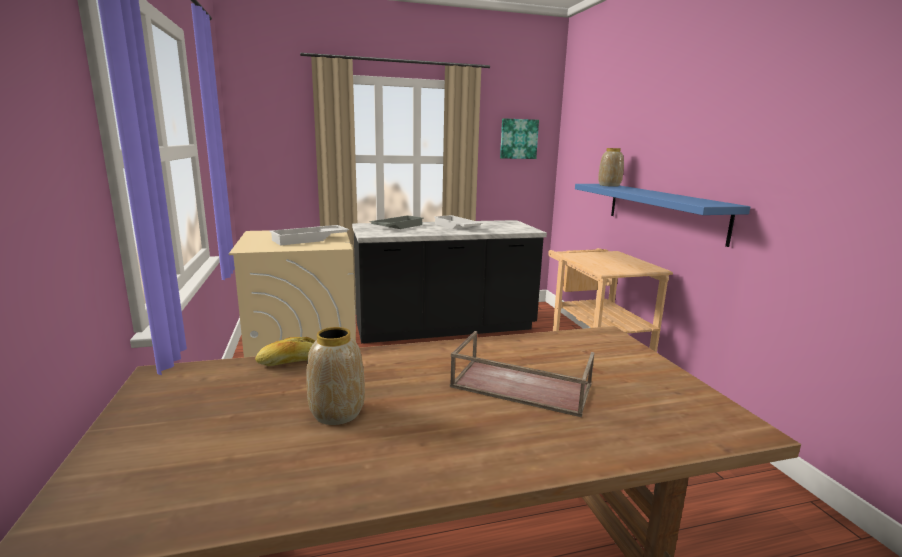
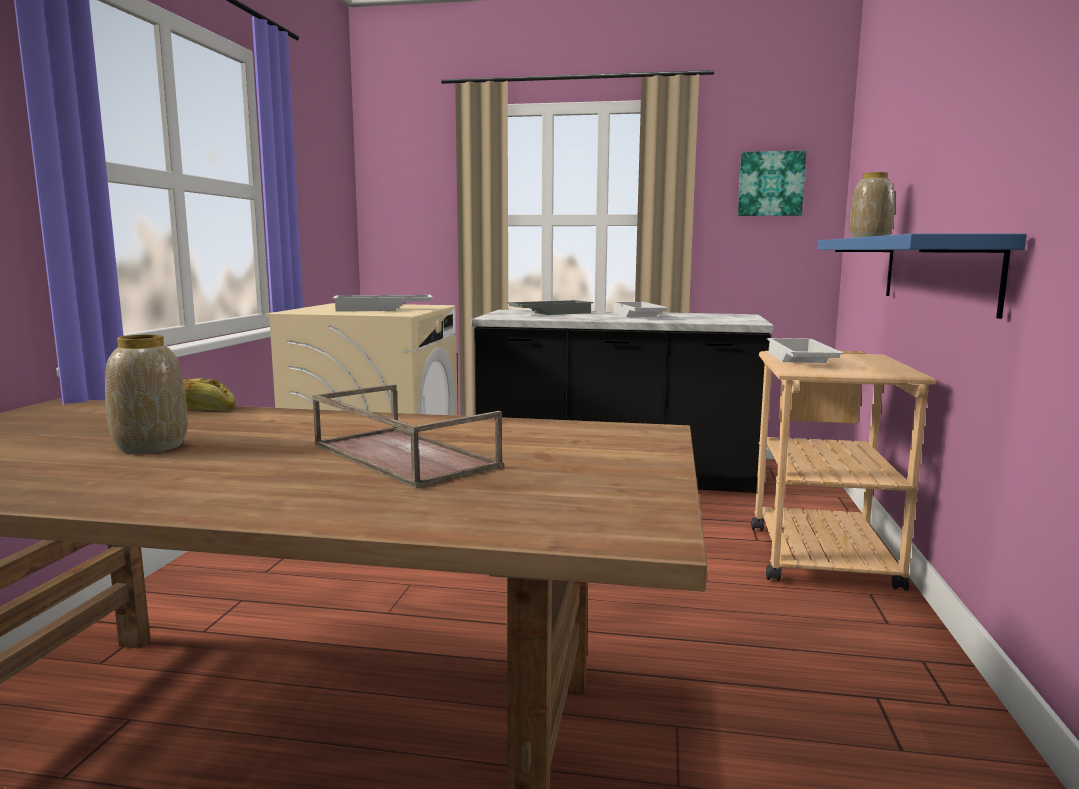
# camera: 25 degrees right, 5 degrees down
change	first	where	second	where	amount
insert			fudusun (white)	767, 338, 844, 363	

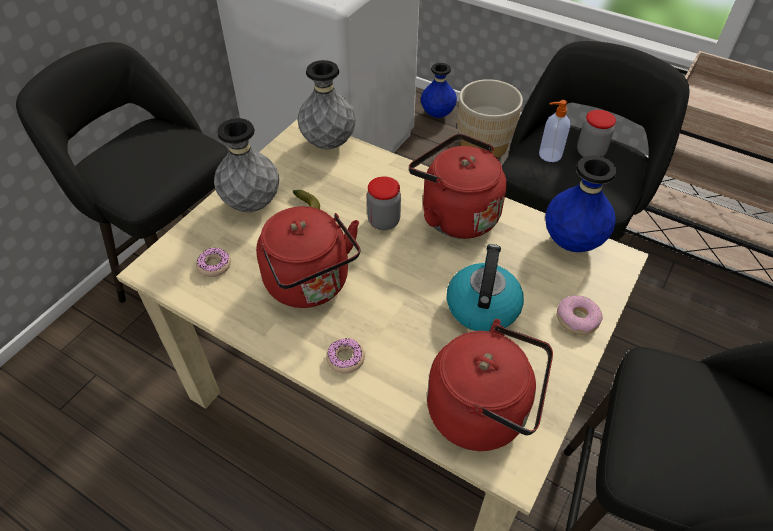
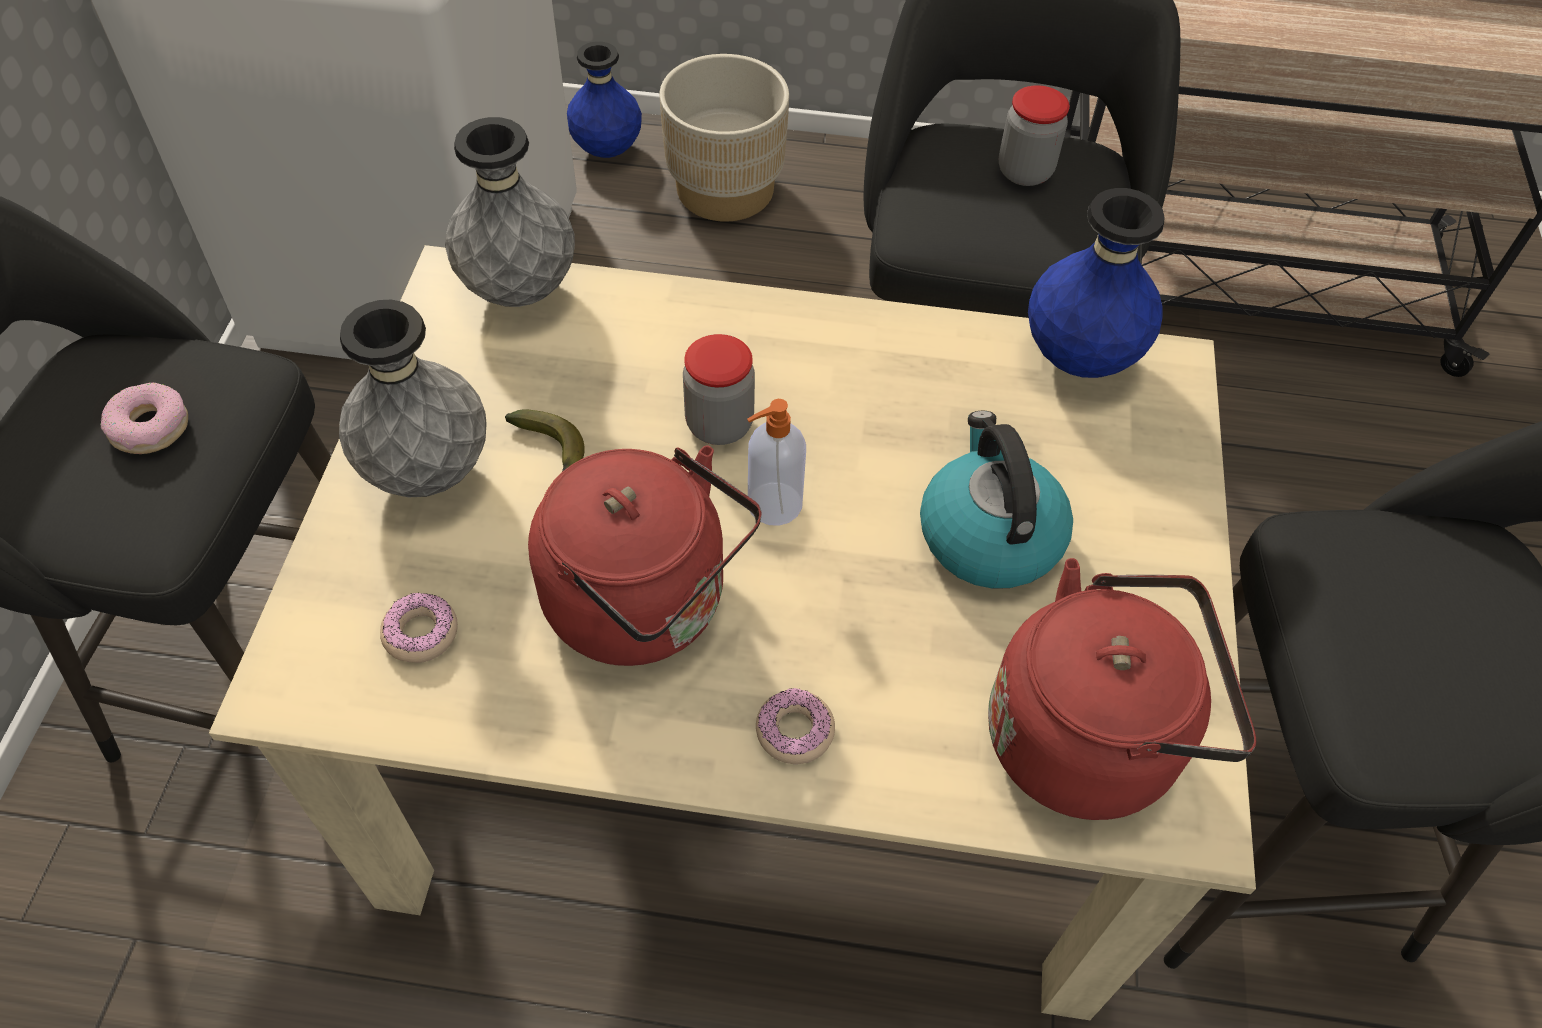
# camera: 25 degrees left, 5 degrees up
change	first	where	second	where	amount
delete	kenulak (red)	409, 134, 507, 239			
move	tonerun	539, 100, 570, 162		747, 399, 806, 526	
move	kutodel	557, 295, 603, 335		101, 383, 188, 454	

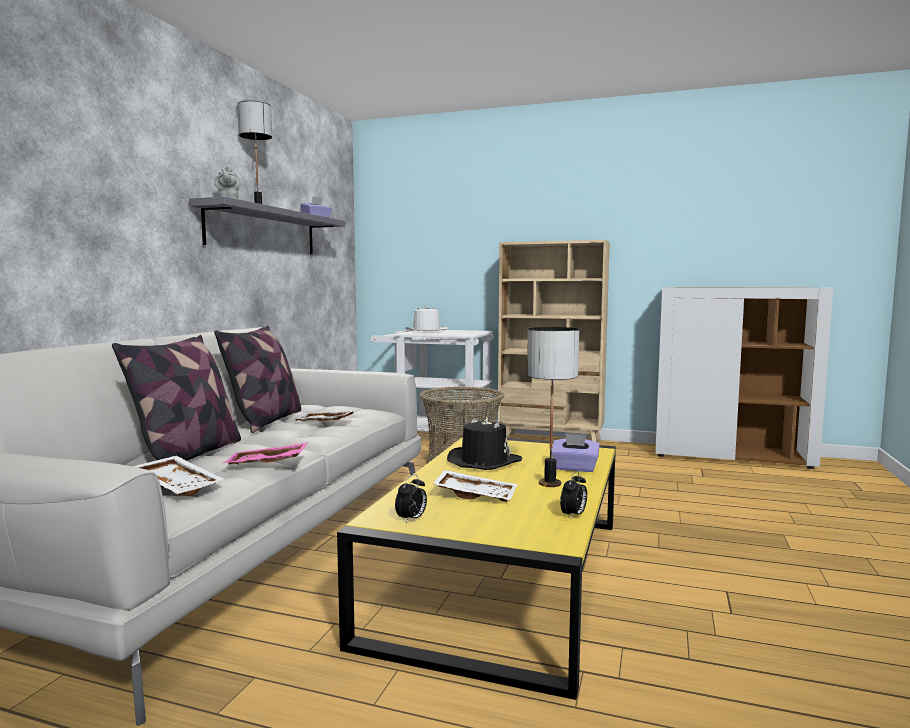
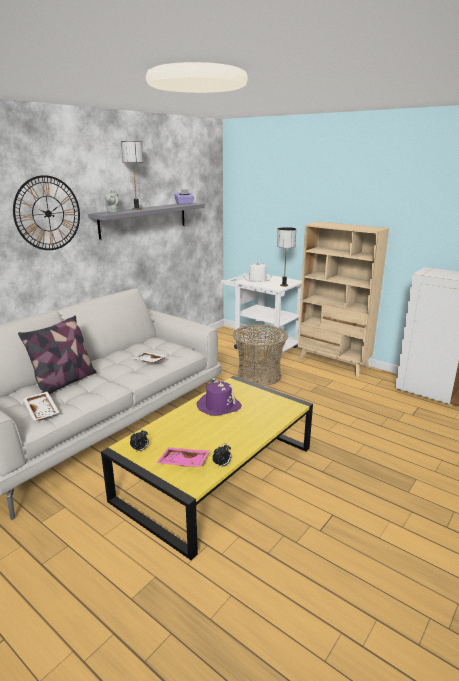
# camera: 20 degrees right, 15 degrees up
change	first	where	second	where	amount
delete	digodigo	214, 326, 301, 433			
move	fudusun (pink)	223, 442, 308, 465		156, 448, 210, 467	
delete	fudusun (white)	432, 470, 517, 502			
recolor	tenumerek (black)	447, 417, 522, 470	tenumerek (purple)	197, 380, 242, 416	
move	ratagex	527, 327, 579, 487		277, 227, 296, 287	
delete	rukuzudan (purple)	552, 434, 600, 472			
insert			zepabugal	13, 175, 80, 250	

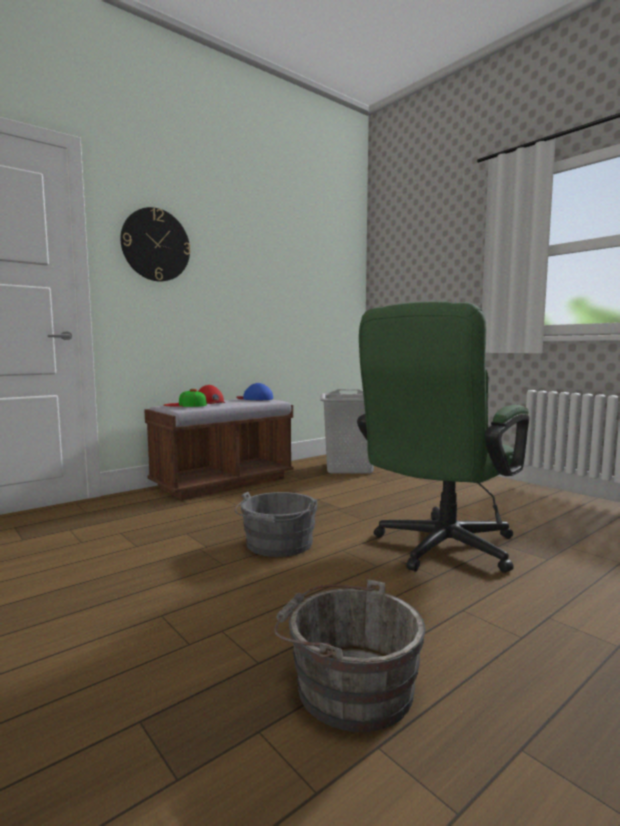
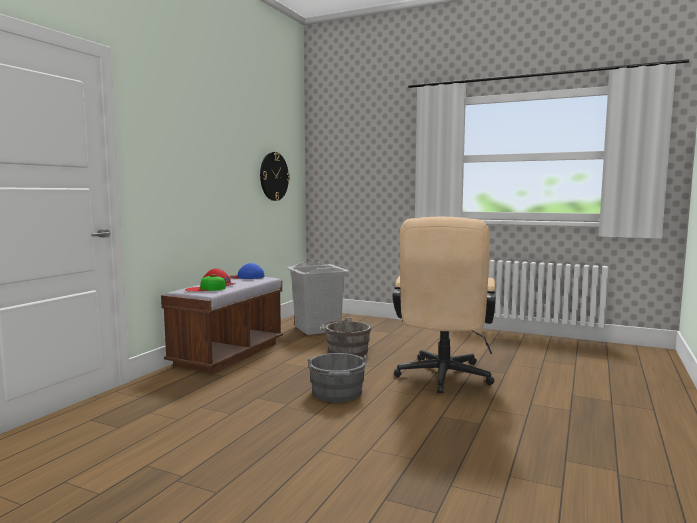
# camera: 25 degrees left, 0 degrees up
change	first	where	second	where	amount
move	zepabugal	120, 207, 191, 282		260, 152, 290, 201	
move	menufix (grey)	275, 579, 425, 732		321, 317, 371, 356	
recolor	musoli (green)	357, 301, 529, 573	musoli (beige)	393, 217, 495, 394	

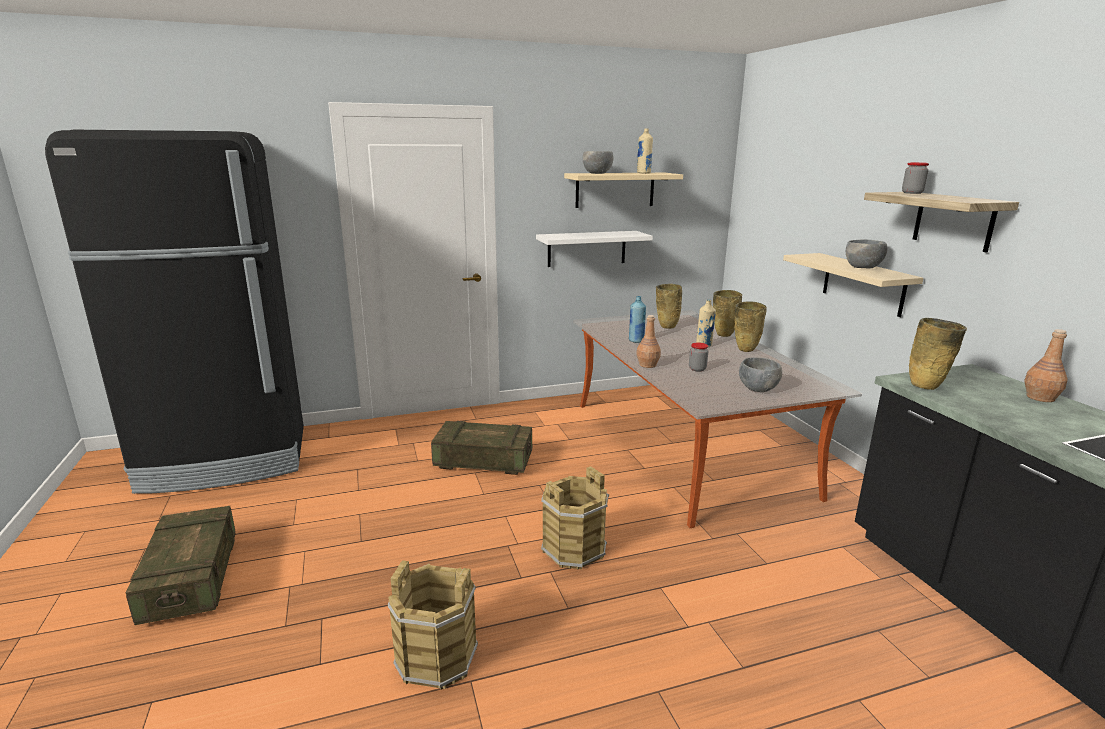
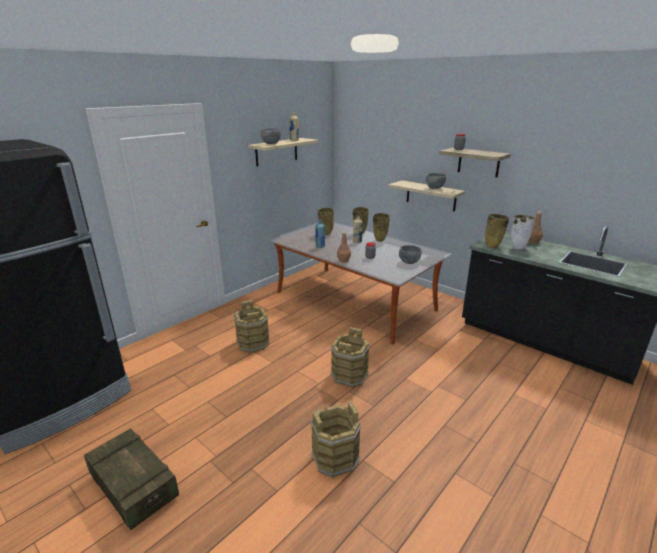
# camera: 30 degrees left, 5 degrees up
change	first	where	second	where	amount
replace	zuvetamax	431, 421, 532, 475	menufix (brown)	233, 300, 270, 353	
delete	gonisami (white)	536, 231, 653, 267			
insert			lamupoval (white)	511, 215, 535, 249	

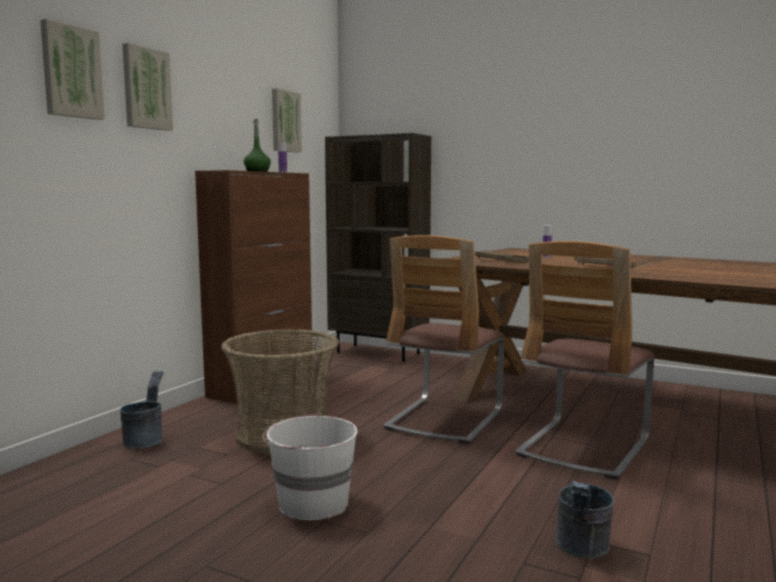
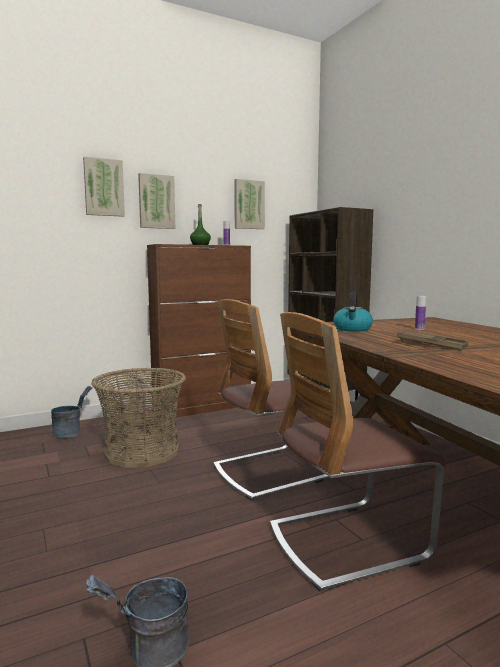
# camera: 35 degrees right, 0 degrees up
change	first	where	second	where	amount
move	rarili	40, 19, 105, 120		138, 173, 175, 229	
delete	menufix (white)	262, 413, 358, 520			
replace	fudusun (brown)	475, 250, 529, 263	kenulak	333, 292, 373, 332	

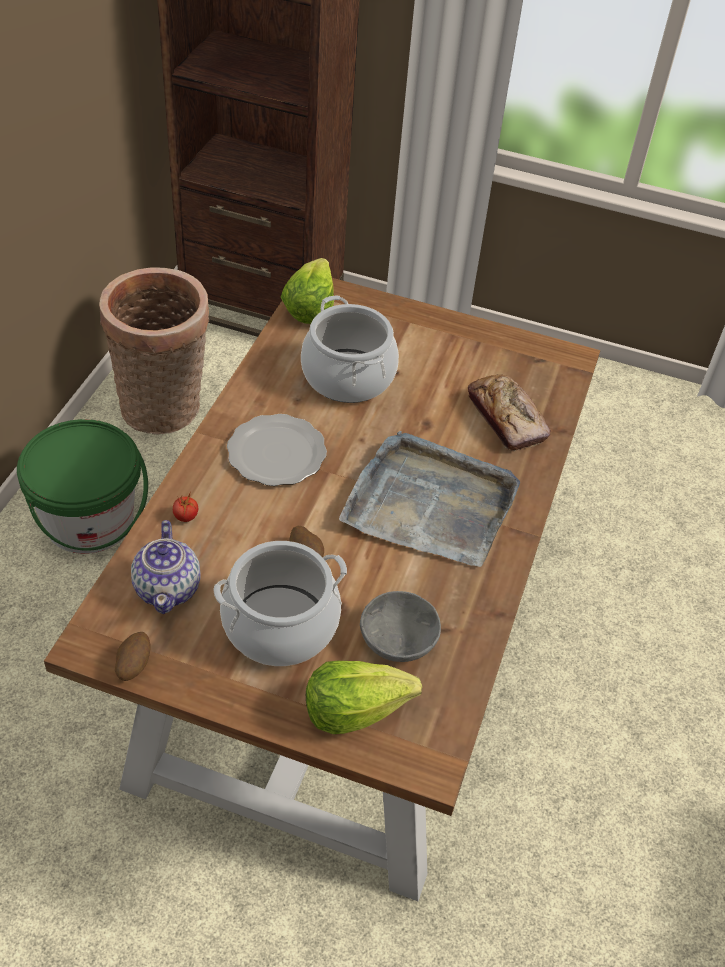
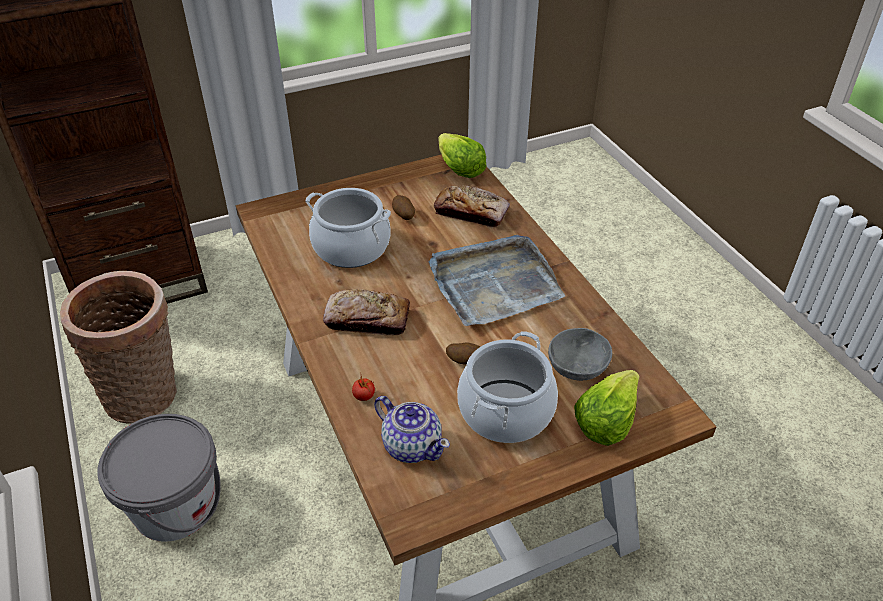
# camera: 40 degrees left, 5 degrees down
change	first	where	second	where	amount
recolor	menufix (green)	17, 419, 148, 554	menufix (grey)	97, 414, 221, 542	
move	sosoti	115, 632, 151, 681		392, 195, 415, 220	
replace	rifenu	227, 414, 327, 486	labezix	323, 289, 410, 335	
move	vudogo	281, 258, 334, 324		438, 133, 486, 178	

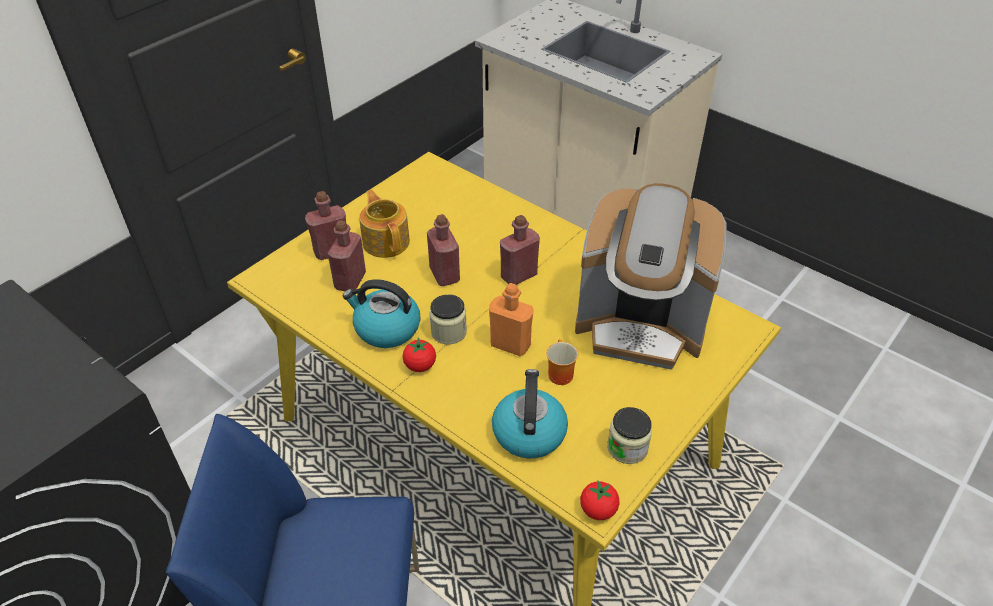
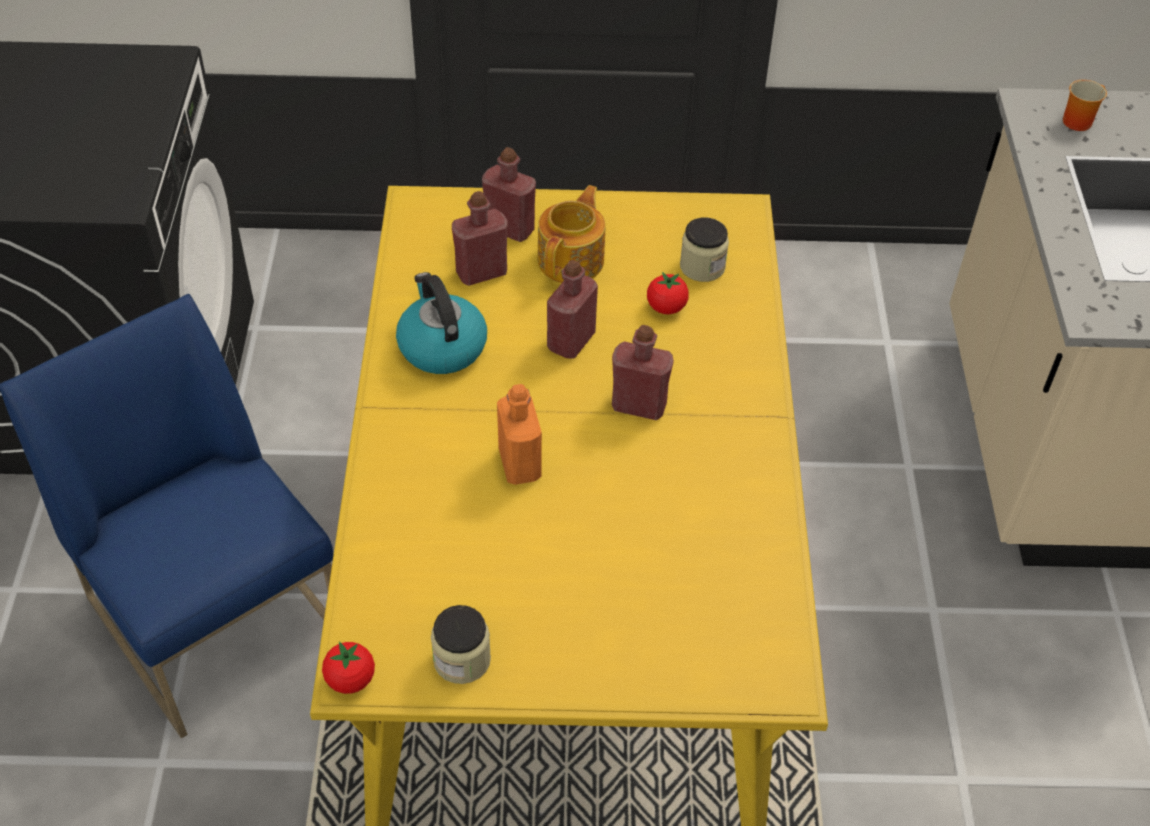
# camera: 50 degrees right, 5 degrees up
change	first	where	second	where	amount
move	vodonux	403, 337, 436, 372		647, 272, 689, 314	
move	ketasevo	429, 294, 467, 344		680, 217, 729, 282	
delete	kenulak	492, 369, 568, 459			
move	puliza	546, 339, 578, 385		1063, 80, 1107, 131	
delete	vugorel	575, 183, 726, 370			

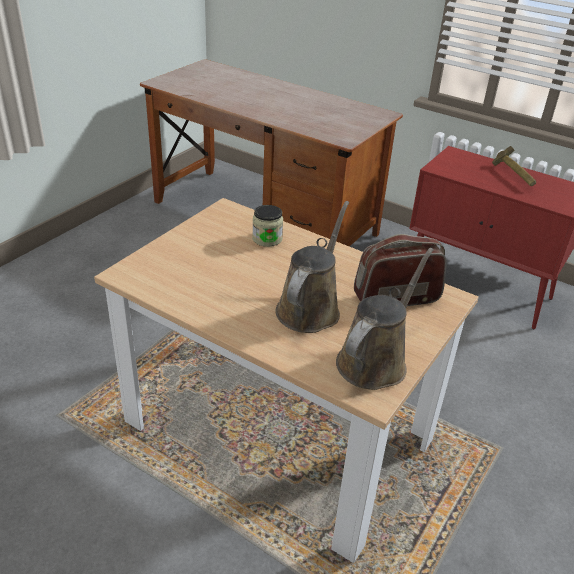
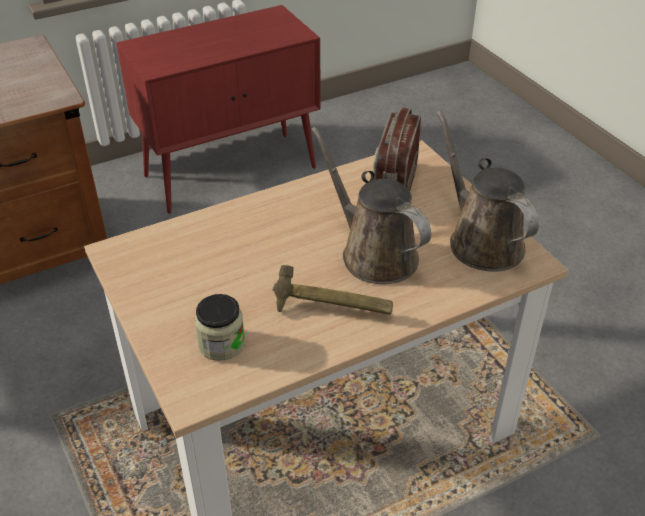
# camera: 60 degrees left, 5 degrees up
change	first	where	second	where	amount
move	ketasevo	252, 205, 283, 247		194, 294, 245, 361	
move	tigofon	492, 146, 536, 186		273, 265, 393, 315	

